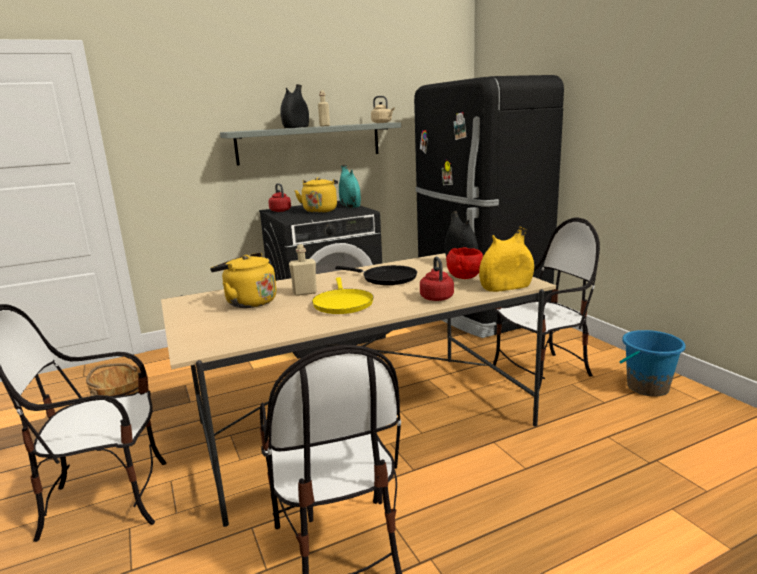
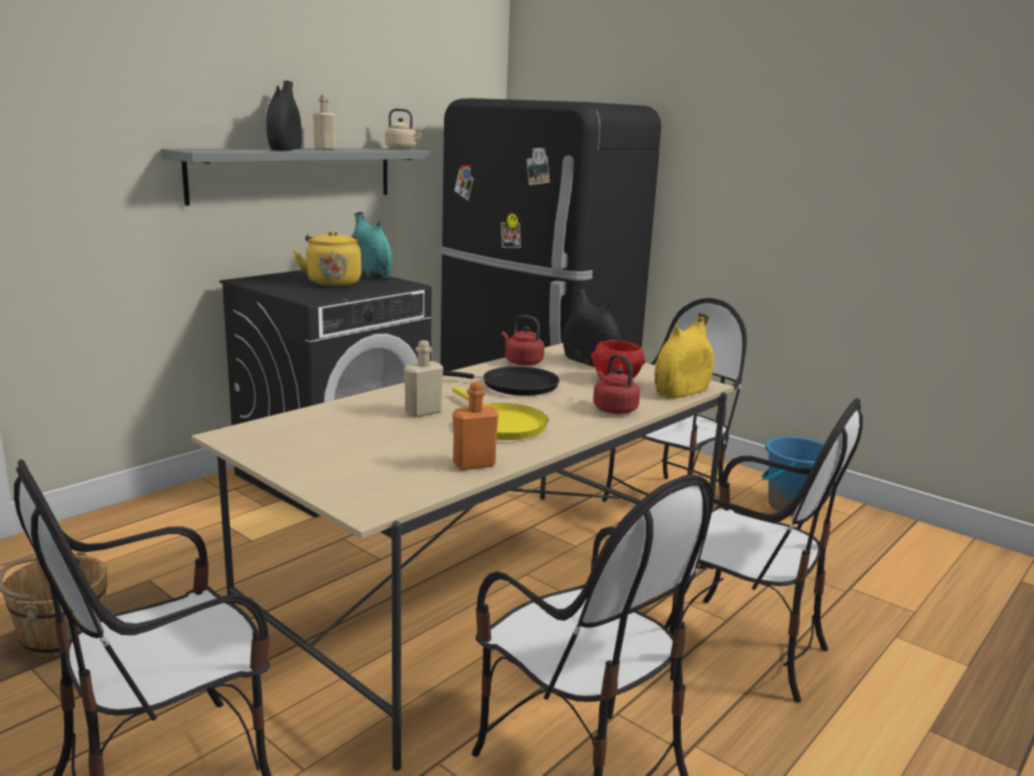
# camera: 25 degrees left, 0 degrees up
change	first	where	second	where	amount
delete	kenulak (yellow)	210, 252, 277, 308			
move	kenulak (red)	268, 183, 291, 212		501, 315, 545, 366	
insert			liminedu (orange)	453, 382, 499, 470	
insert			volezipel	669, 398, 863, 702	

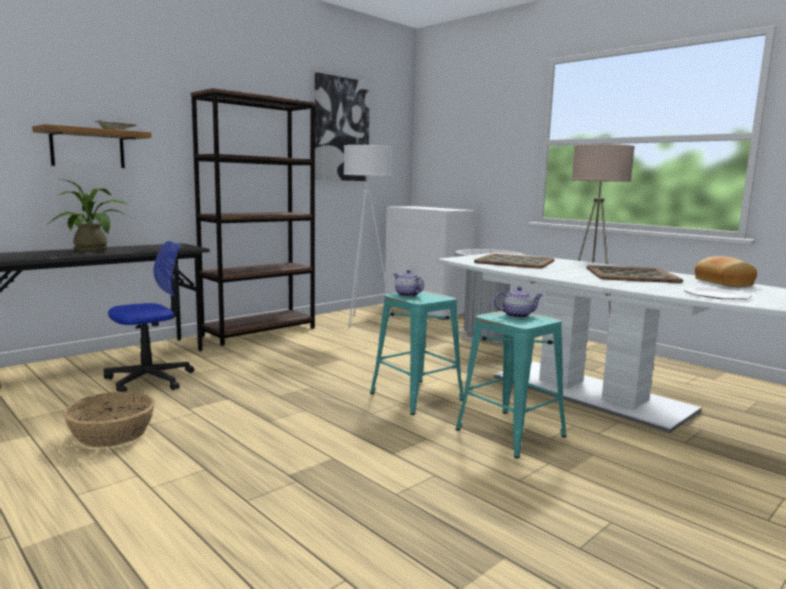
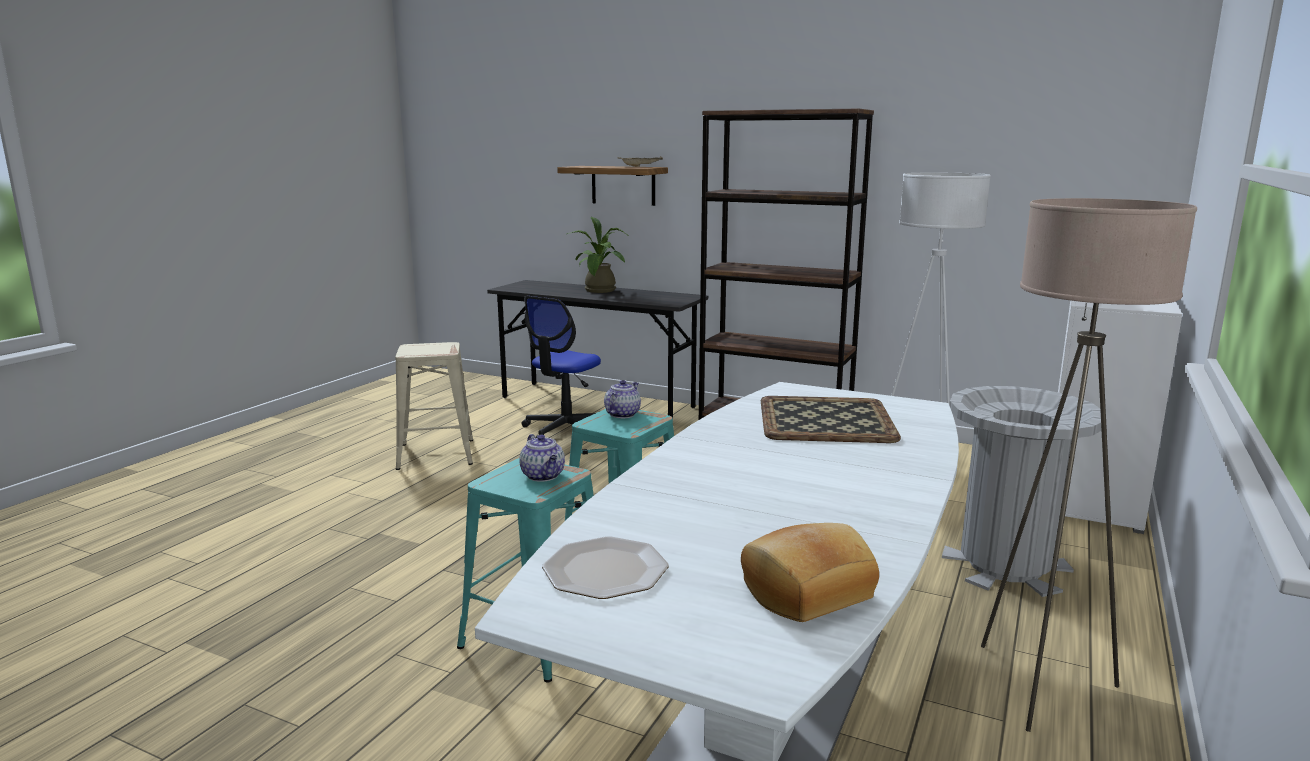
# camera: 70 degrees right, 5 degrees up
change	first	where	second	where	amount
replace	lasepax	63, 391, 155, 448	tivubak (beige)	395, 342, 473, 470	
rotate	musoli	104, 241, 194, 392		522, 296, 601, 438	90 degrees clockwise
delete	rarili	315, 72, 370, 181			
delete	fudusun	586, 265, 683, 283			

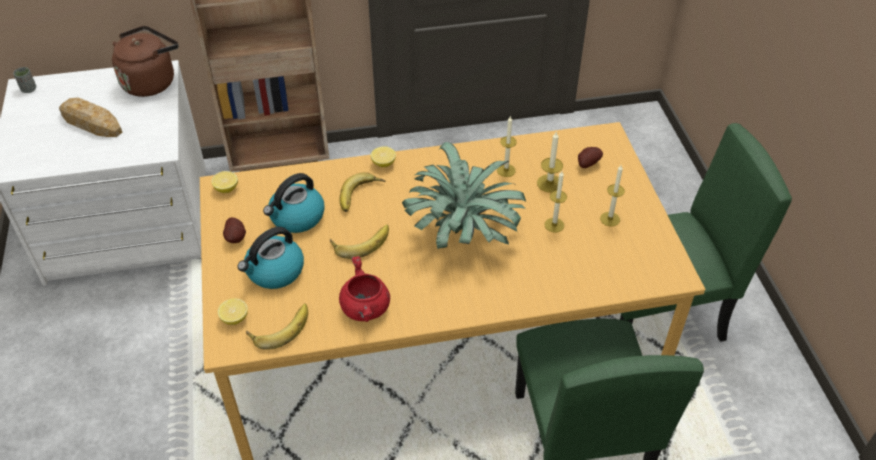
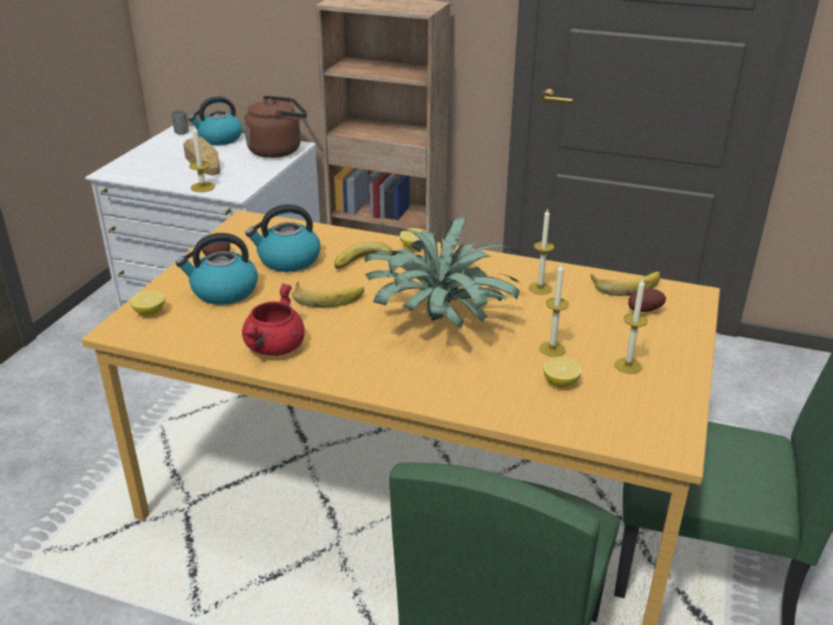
# camera: 30 degrees right, 15 degrees down
change	first	where	second	where	amount
move	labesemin	211, 171, 238, 193		543, 357, 581, 387	
move	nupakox	246, 304, 308, 350		591, 271, 660, 296	
move	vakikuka	537, 131, 563, 193		189, 126, 215, 192	
insert			kenulak	188, 96, 242, 145	

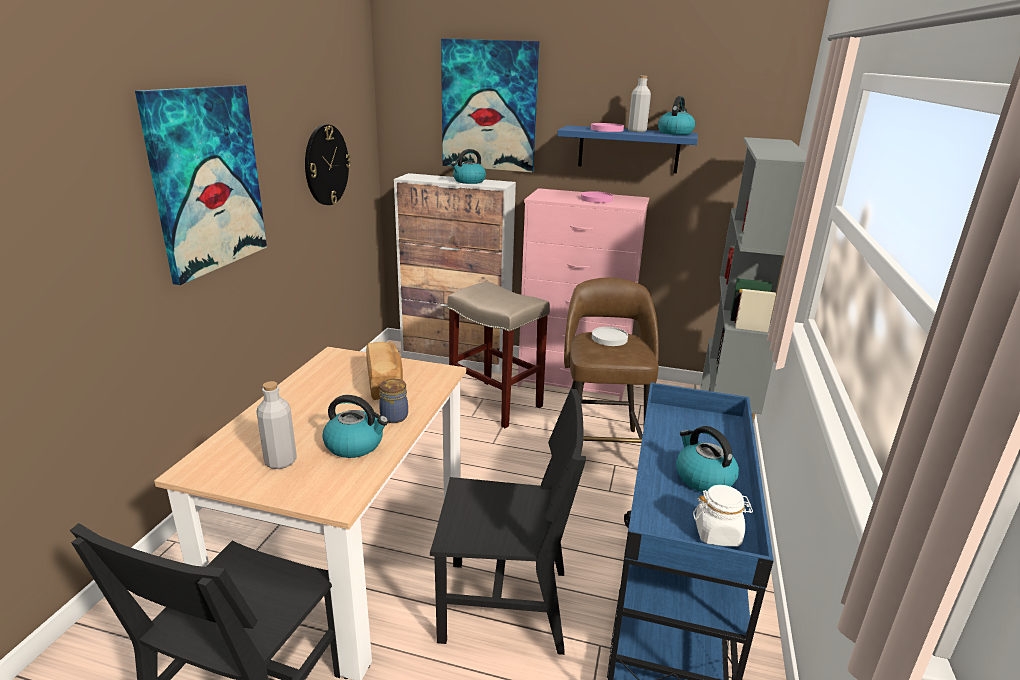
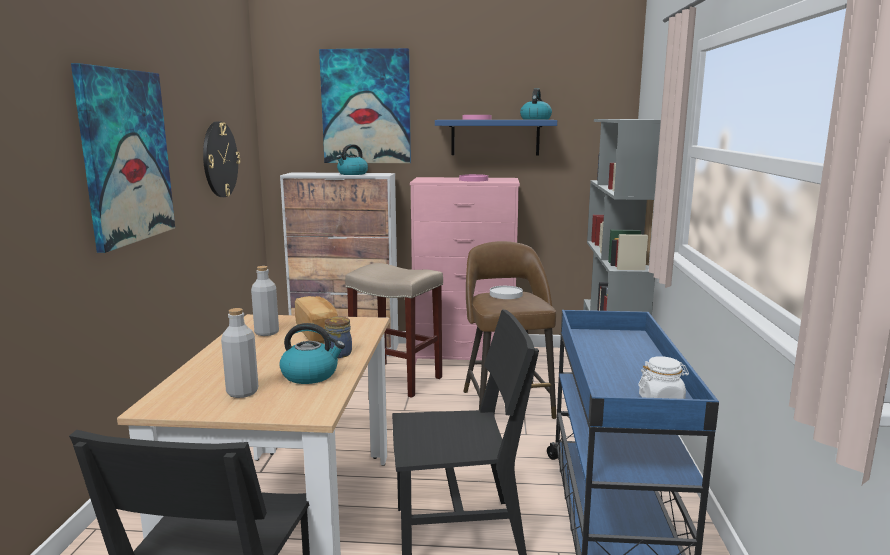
# camera: 10 degrees left, 10 degrees down
change	first	where	second	where	amount
move	liminedu (grey)	628, 76, 651, 132		251, 266, 279, 336	
delete	kenulak	676, 426, 739, 492			

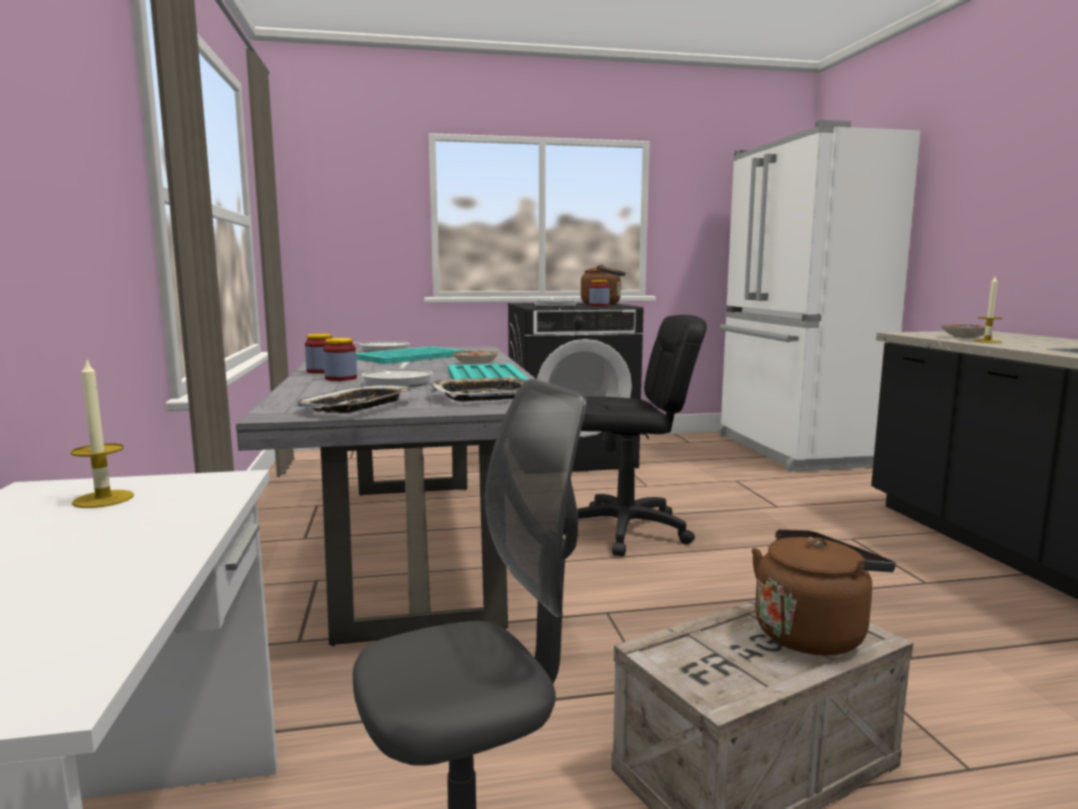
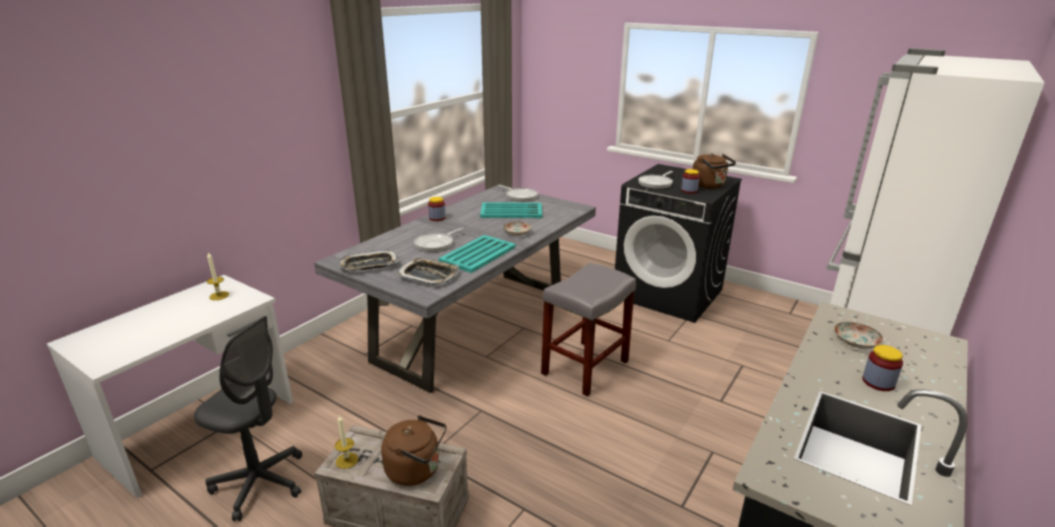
# camera: 45 degrees right, 15 degrees up
change	first	where	second	where	amount
move	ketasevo	323, 338, 357, 381		862, 345, 903, 391	
replace	musoli (black)	563, 315, 707, 556	tivubak (grey)	541, 263, 636, 397	
move	vakikuka	973, 276, 1002, 343		335, 414, 358, 469	

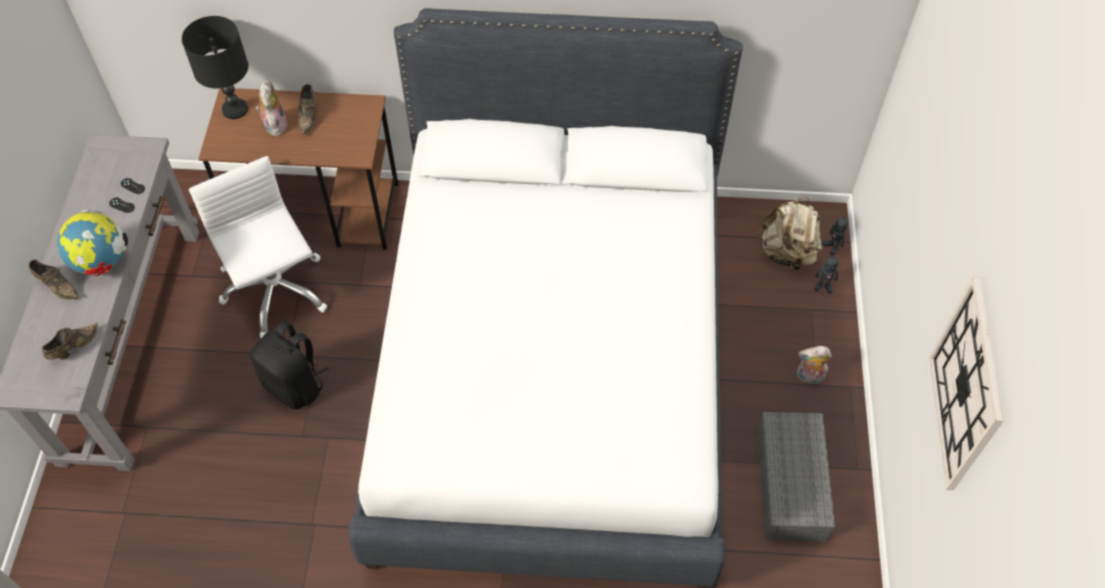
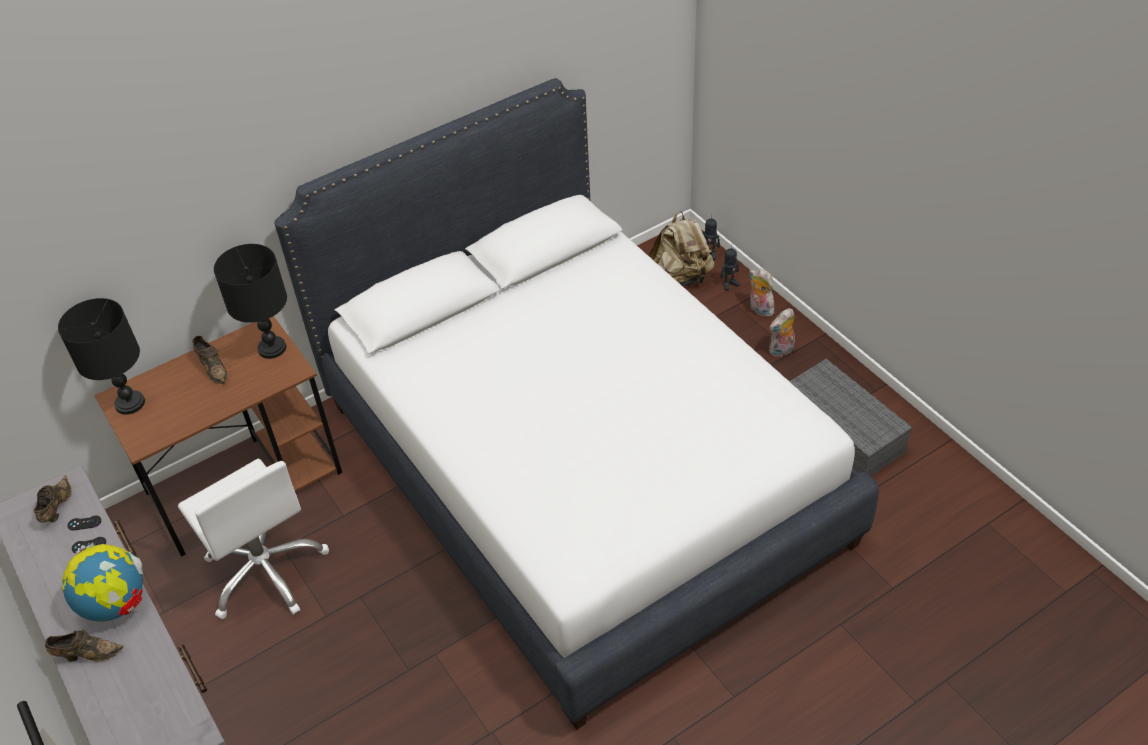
# camera: 35 degrees left, 10 degrees down
change	first	where	second	where	amount
move	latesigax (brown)	42, 323, 98, 360		33, 475, 71, 523	
rotate	musoli (white)	189, 156, 328, 338		178, 459, 329, 619	150 degrees counterclockwise
delete	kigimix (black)	249, 320, 329, 410			
move	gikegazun	256, 80, 288, 136		749, 269, 774, 317	
delete	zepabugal	929, 277, 1004, 490			
insert			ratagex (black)	214, 244, 287, 359	

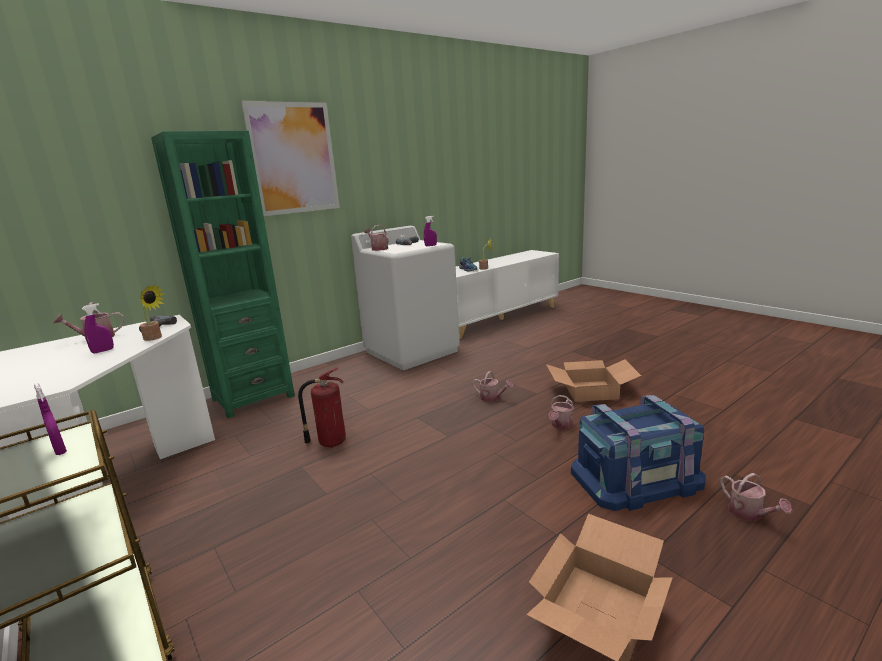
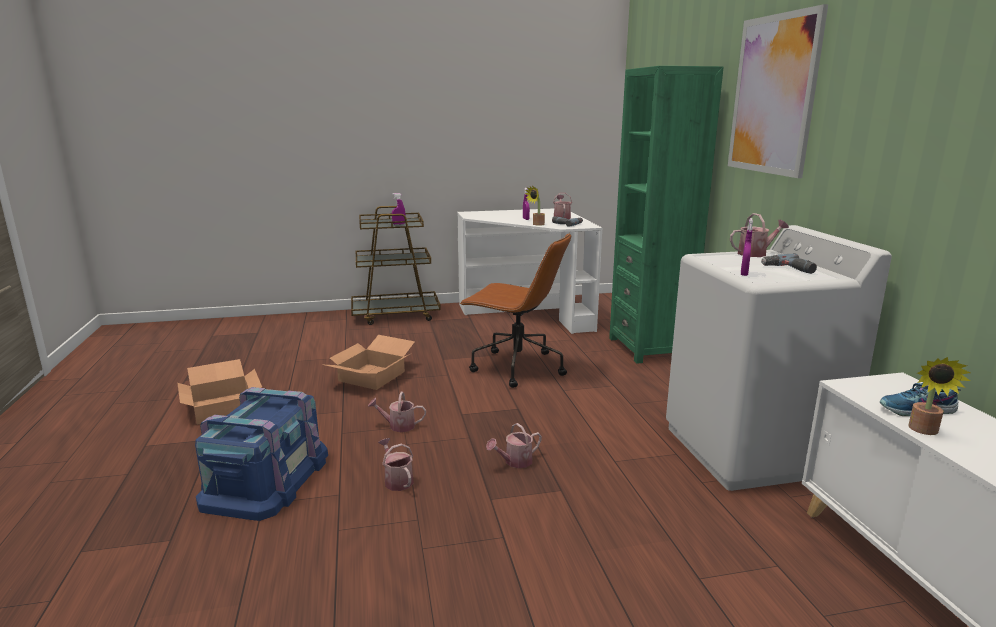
# camera: 115 degrees right, 0 degrees up
change	first	where	second	where	amount
replace	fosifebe	298, 367, 346, 448	musoli (brown)	459, 233, 571, 388	
move	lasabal	546, 359, 641, 402		321, 335, 415, 390	
move	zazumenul	720, 473, 792, 521		368, 391, 426, 432	

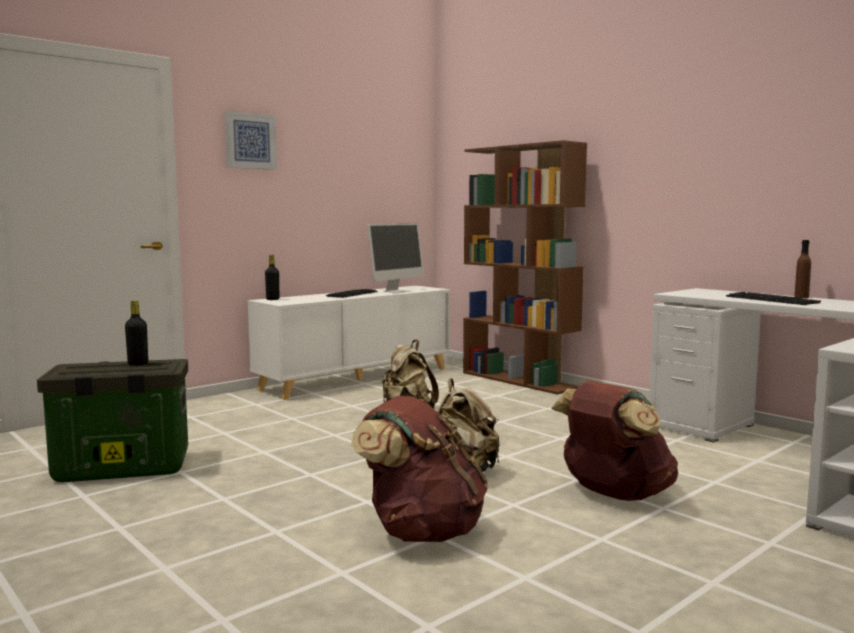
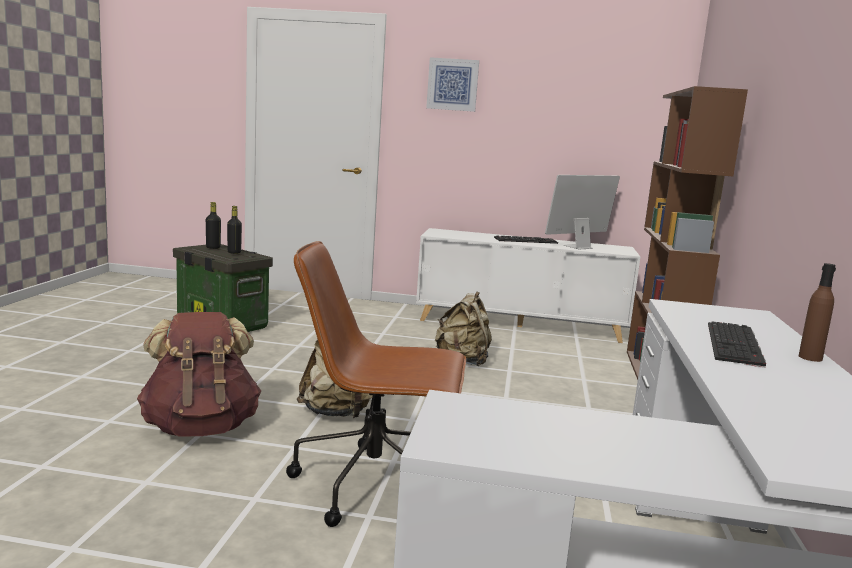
# camera: 50 degrees right, 5 degrees up
change	first	where	second	where	amount
move	liminedu (black)	265, 255, 279, 300		206, 202, 221, 249	
rotate	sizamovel	367, 223, 424, 293		545, 175, 620, 249	150 degrees clockwise
replace	kigimix (brown)	552, 381, 678, 501	musoli (brown)	286, 241, 466, 527	

